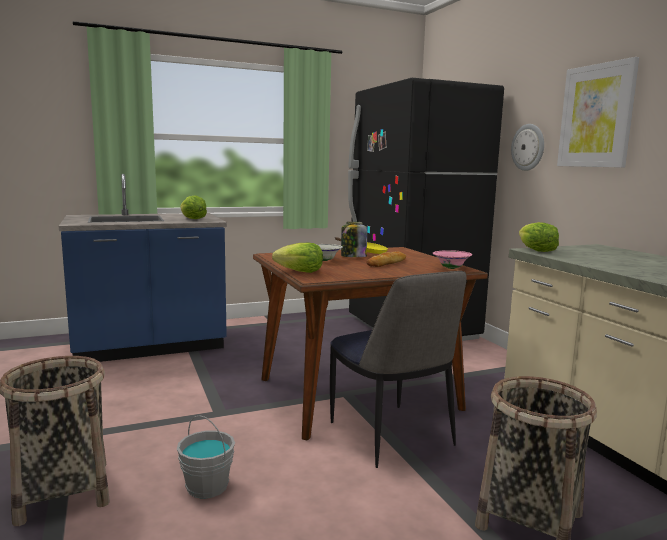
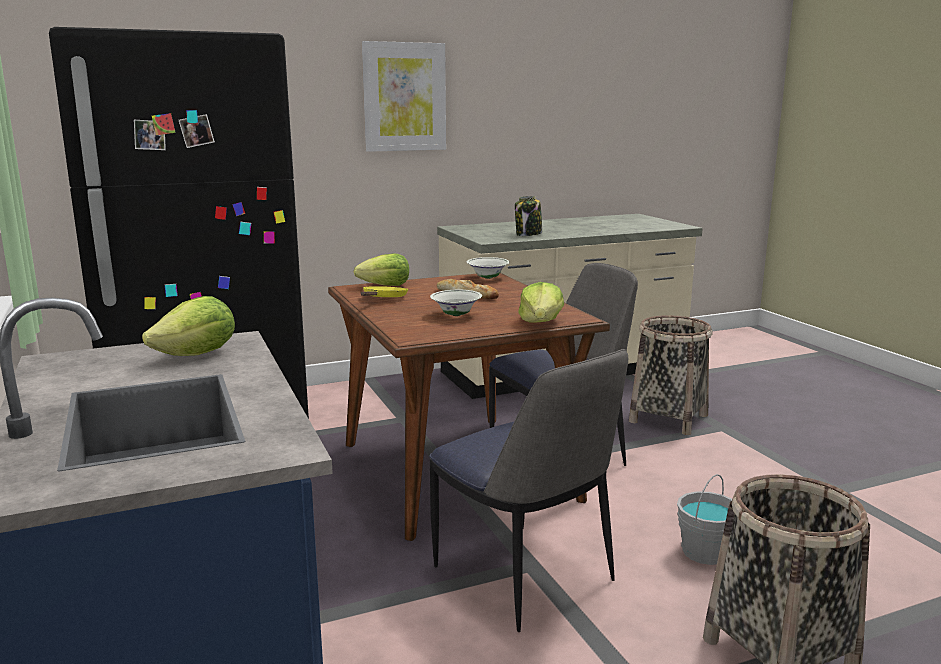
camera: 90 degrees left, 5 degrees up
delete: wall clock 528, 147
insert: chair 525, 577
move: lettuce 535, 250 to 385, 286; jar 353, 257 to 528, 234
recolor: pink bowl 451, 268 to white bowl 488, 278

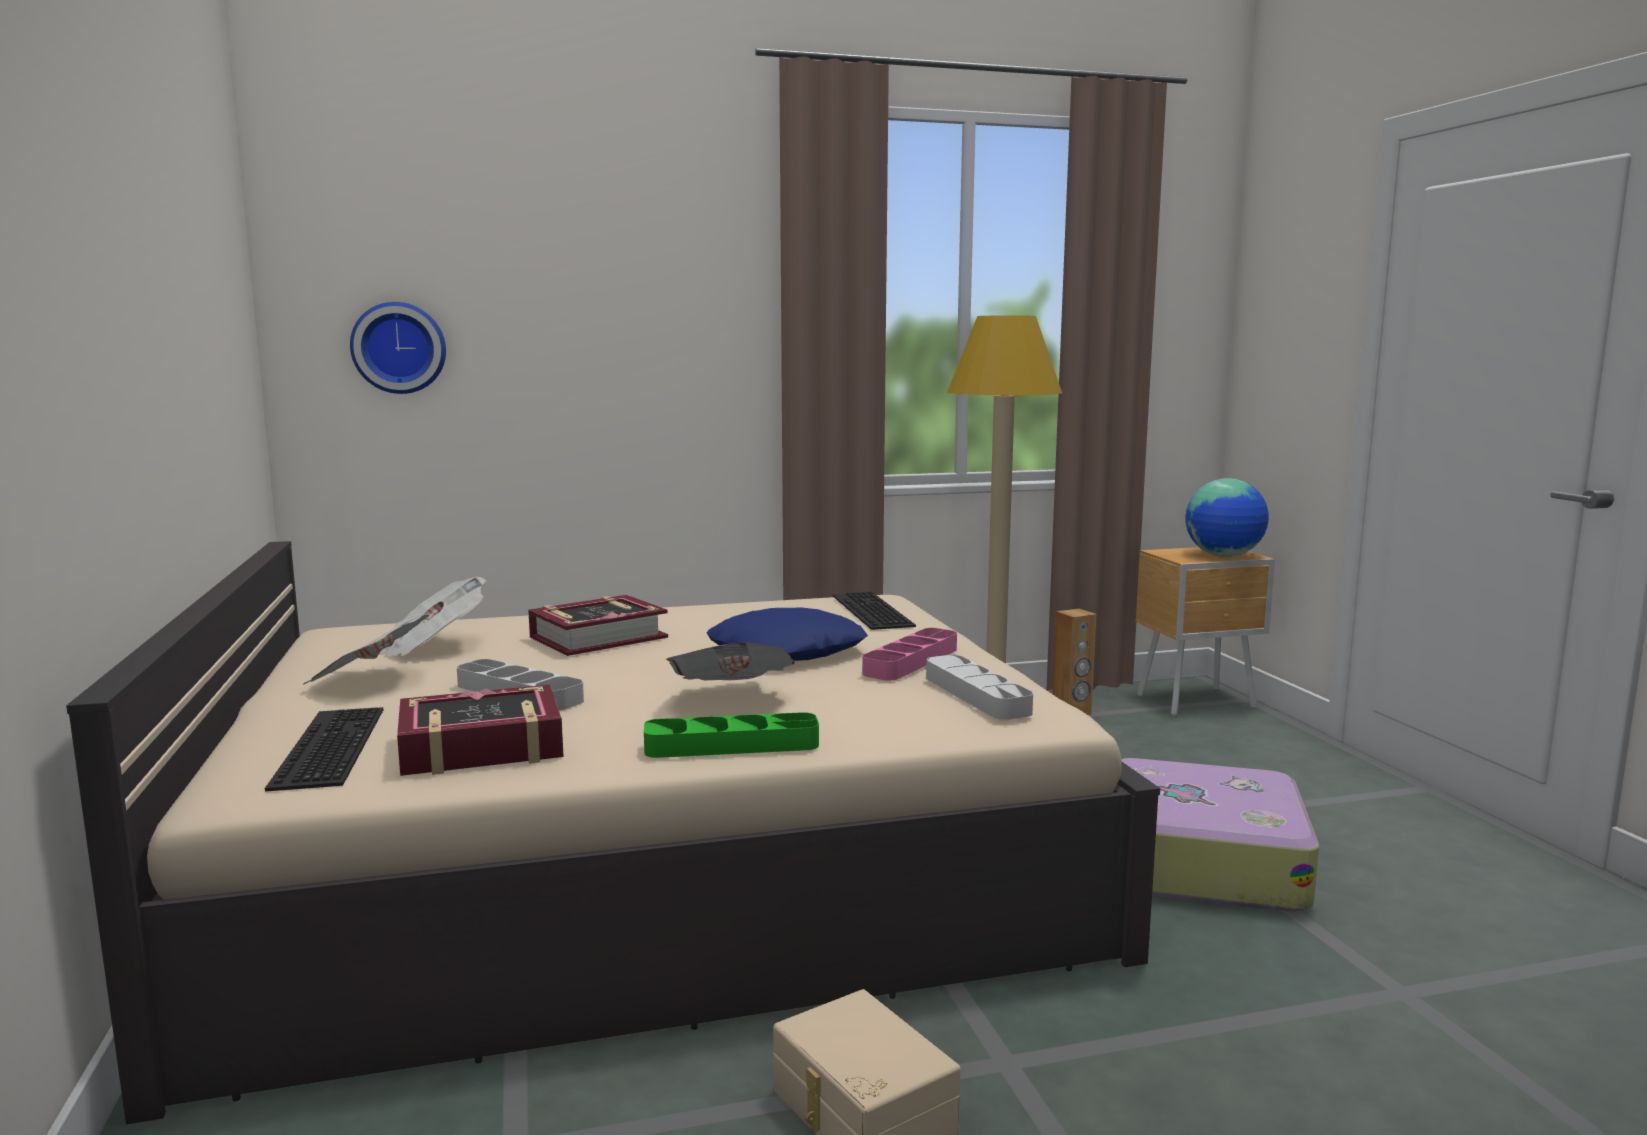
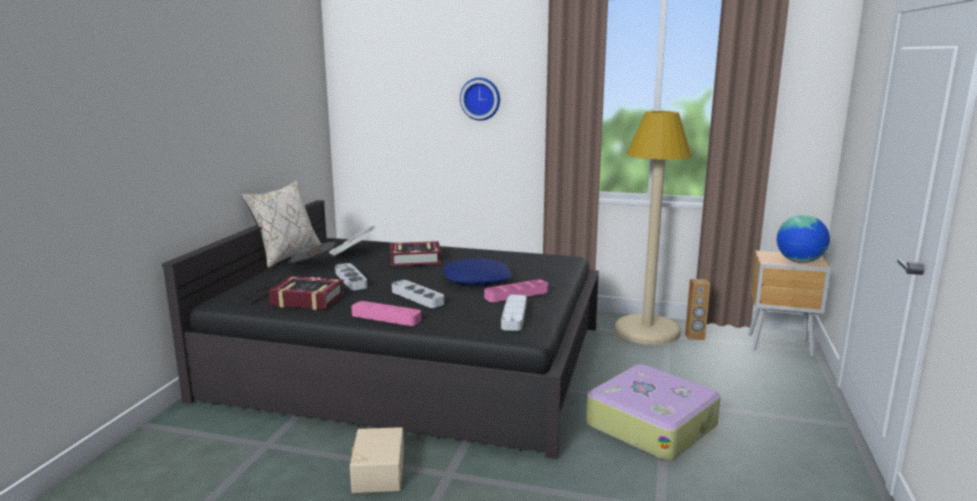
camera: 30 degrees right, 5 degrees up
delete: keyboard 868, 610
insert: beige pillow 286, 256
move: wall clock 399, 348 to 480, 99
replace: newspaper 732, 698 to grey tray 417, 297
recolor: beige bed 648, 863 to black bed 411, 361; green tray 732, 745 to pink tray 386, 317

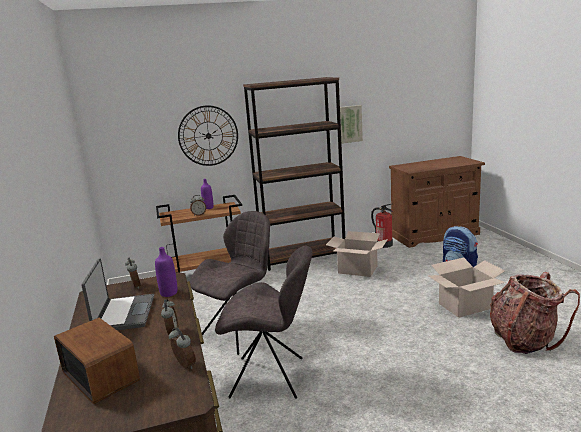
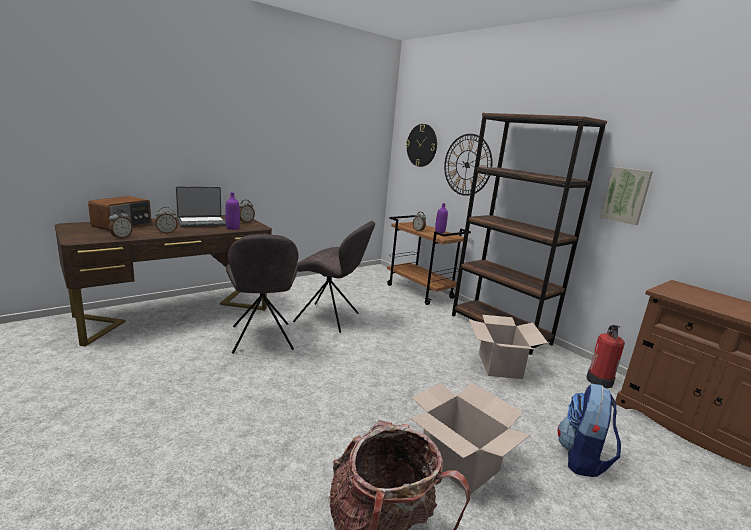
camera: 65 degrees right, 0 degrees up
insert: wall clock 422, 145

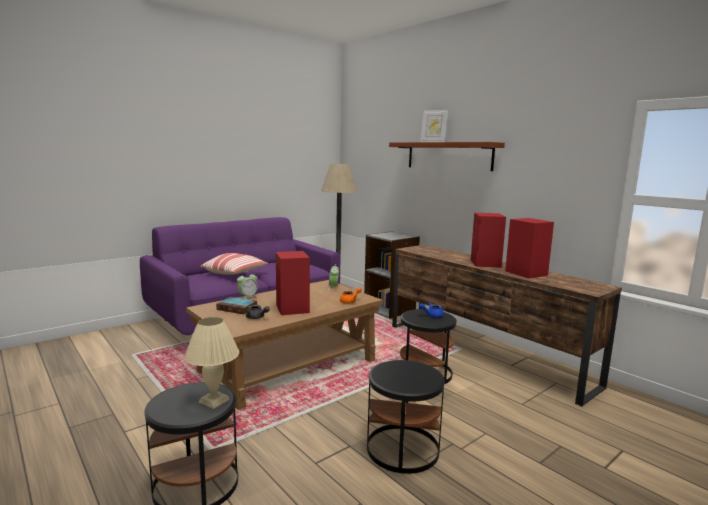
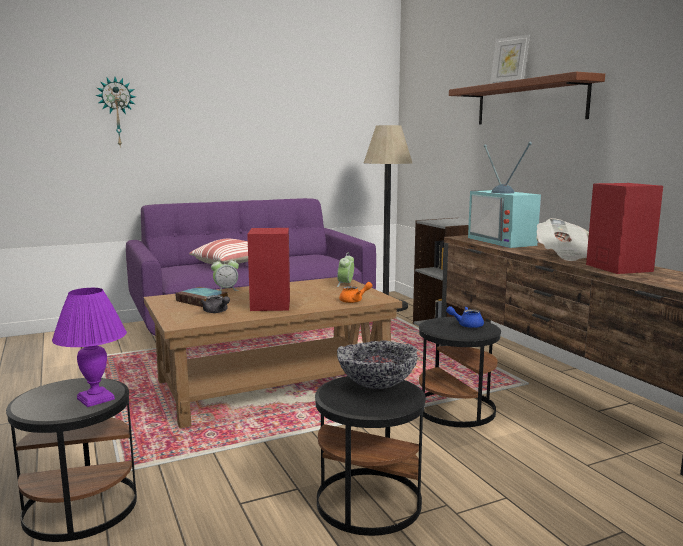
camera: 15 degrees right, 0 degrees up
insert: wall clock 117, 112; bowl 376, 385; television 505, 241
replace: red speaker 485, 263 to newspaper 563, 255
recolor: beige table lamp 215, 401 to purple table lamp 96, 399

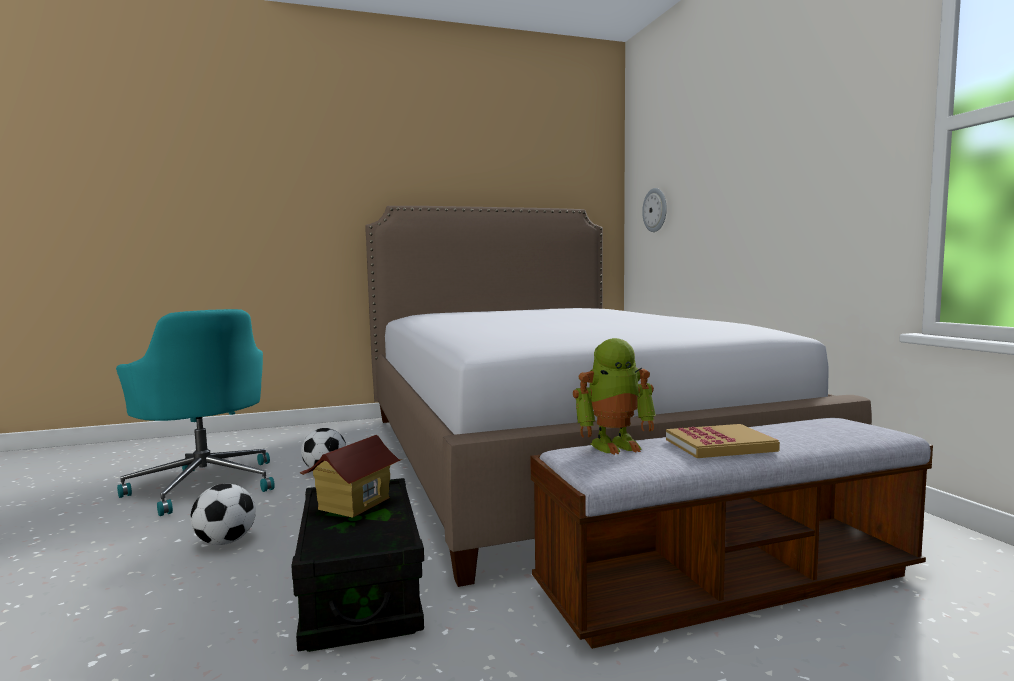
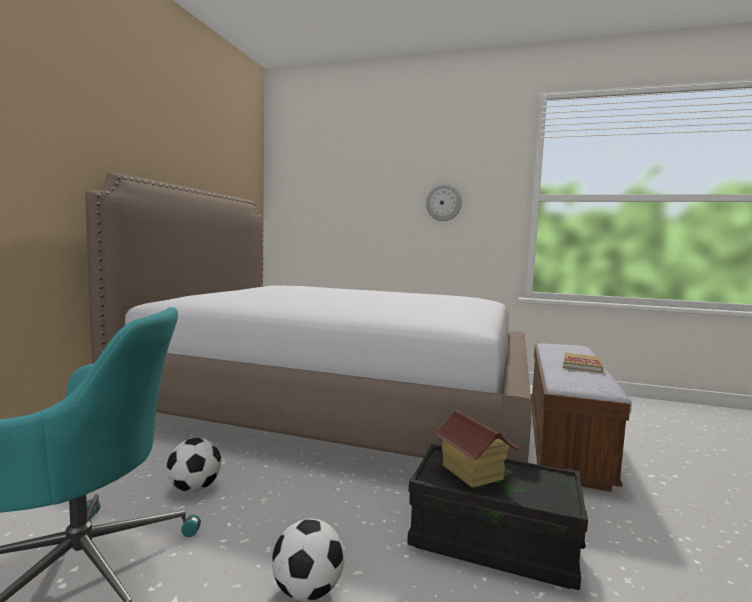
camera: 55 degrees left, 0 degrees up
delete: toy robot 614, 445
move: wall clock 655, 210 to 444, 203

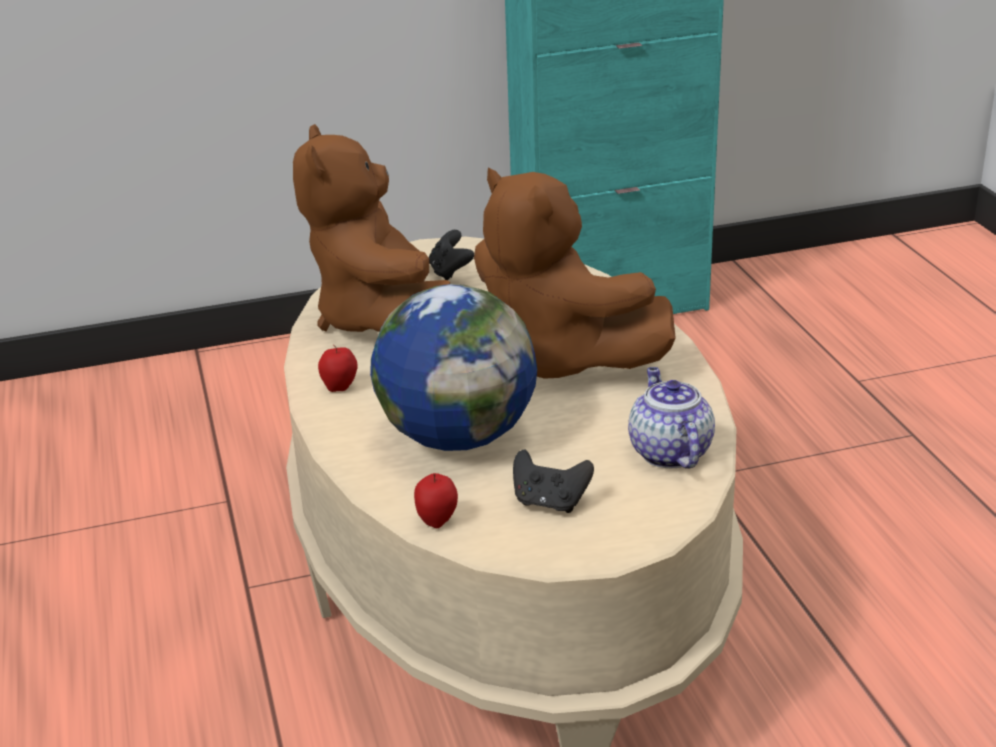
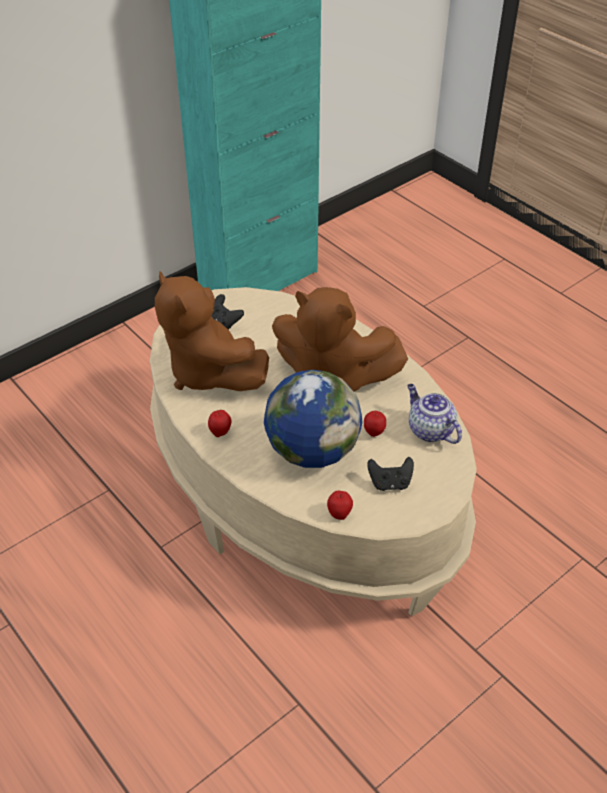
camera: 25 degrees left, 15 degrees up
insert: apple 374, 433

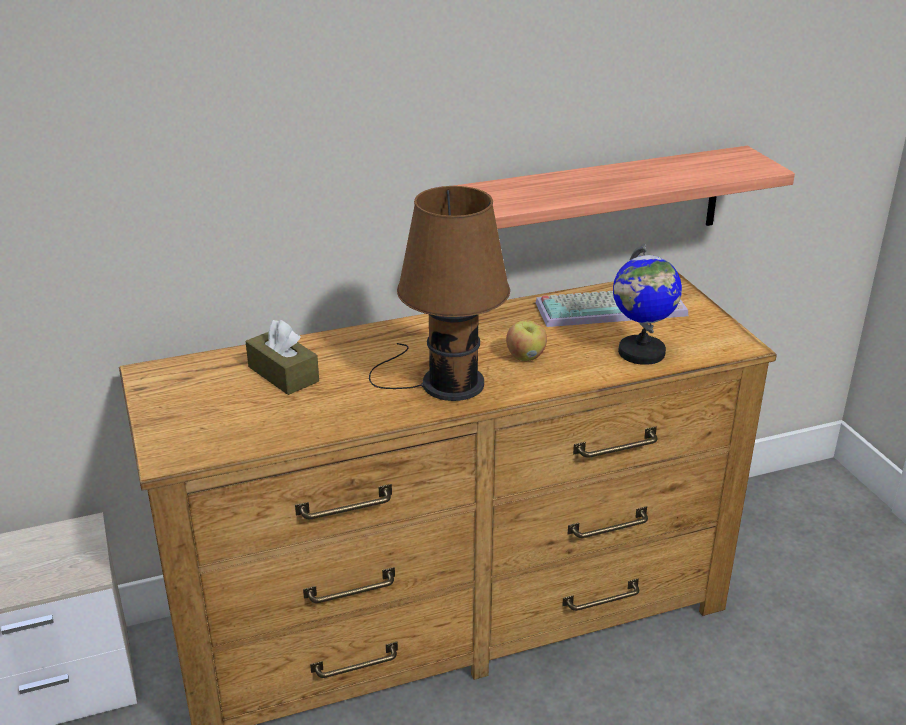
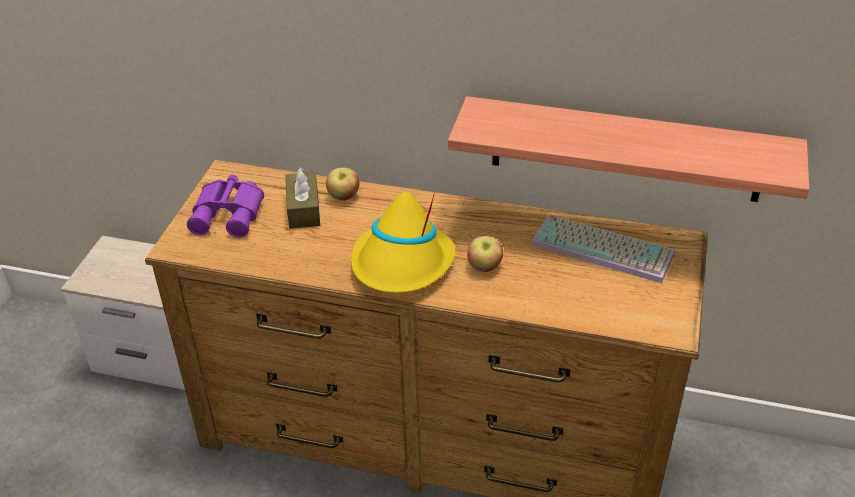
camera: 35 degrees right, 10 degrees up
delete: globe 641, 353
insert: purple binoculars 230, 213; apple 343, 196
replace: brown table lamp 446, 382 to yellow hat 402, 264

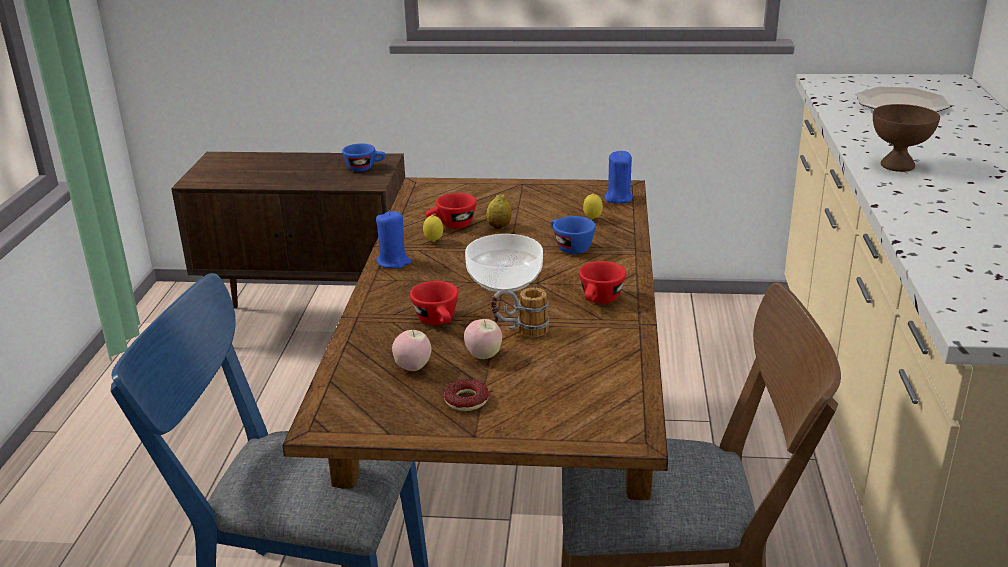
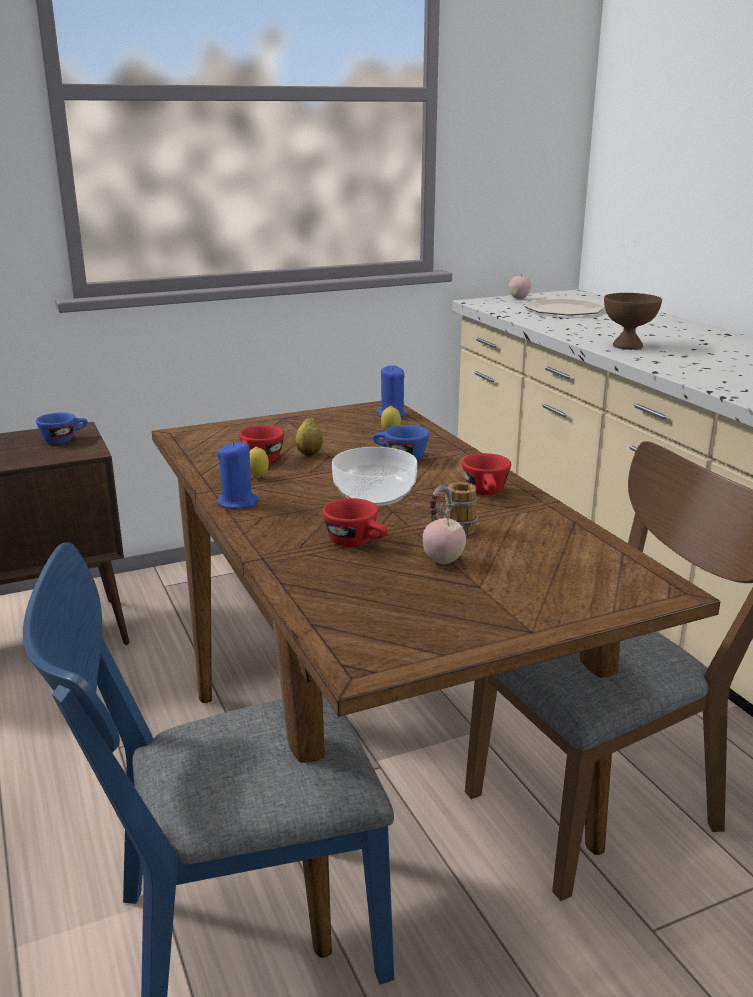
camera: 30 degrees left, 5 degrees down
delete: donut 466, 400
move: apple 413, 367 to 519, 298

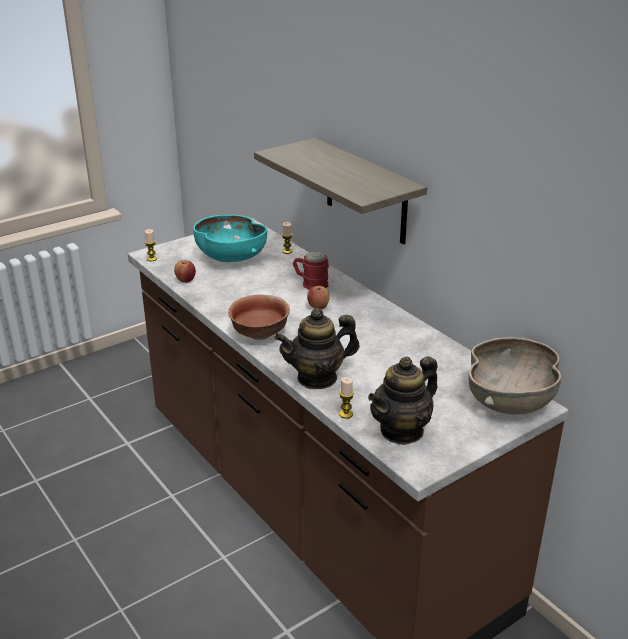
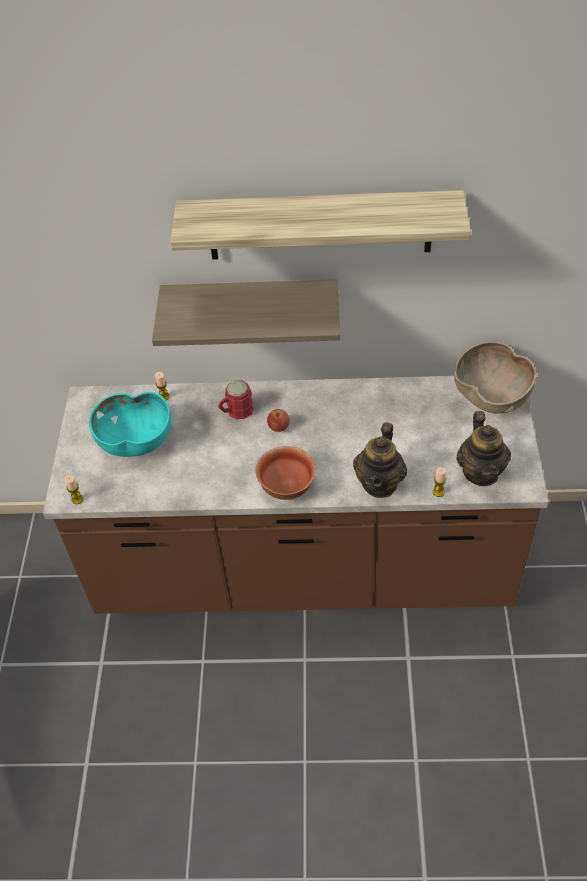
camera: 50 degrees left, 20 degrees up
delete: apple 185, 280
insert: shelf 319, 225

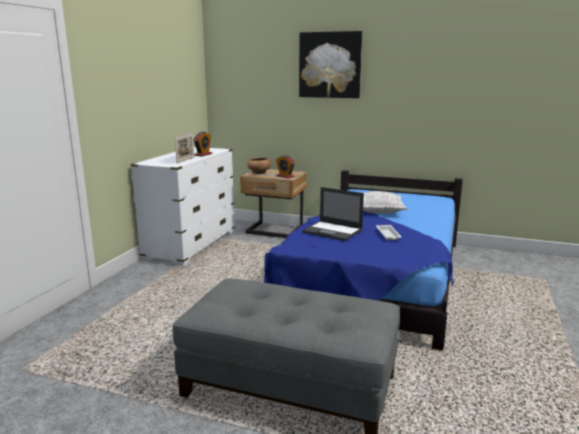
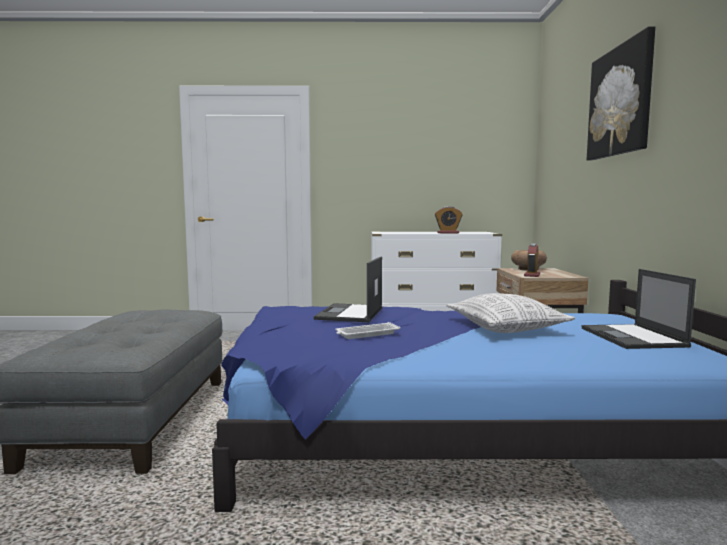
camera: 70 degrees right, 10 degrees down
delete: picture frame 185, 160
insert: laptop 633, 337

